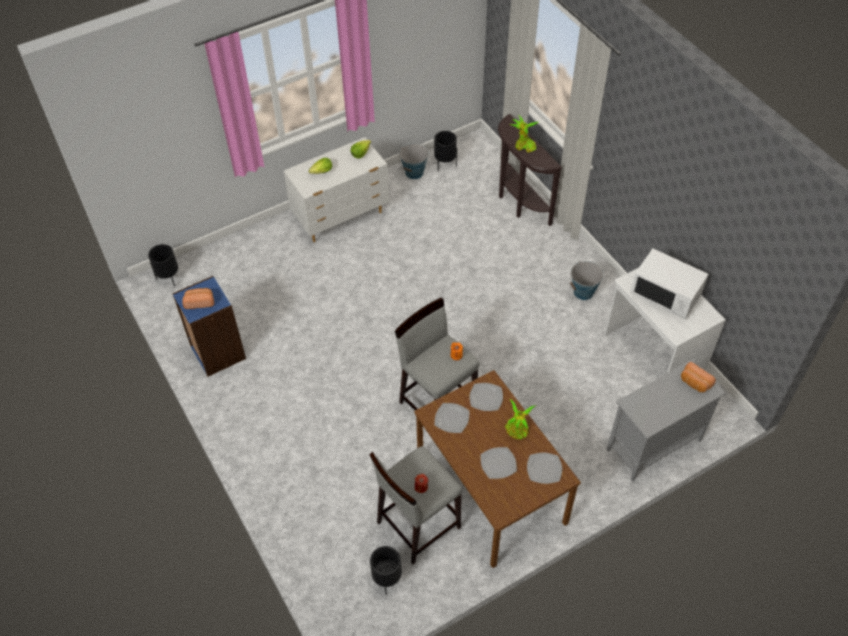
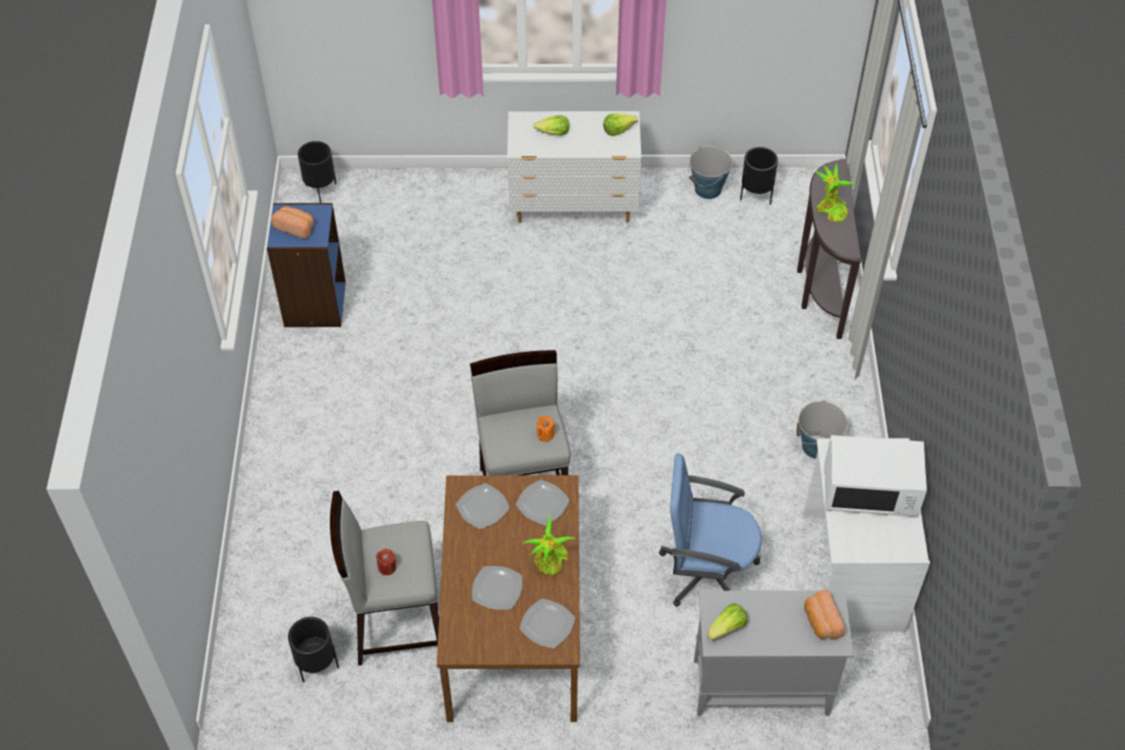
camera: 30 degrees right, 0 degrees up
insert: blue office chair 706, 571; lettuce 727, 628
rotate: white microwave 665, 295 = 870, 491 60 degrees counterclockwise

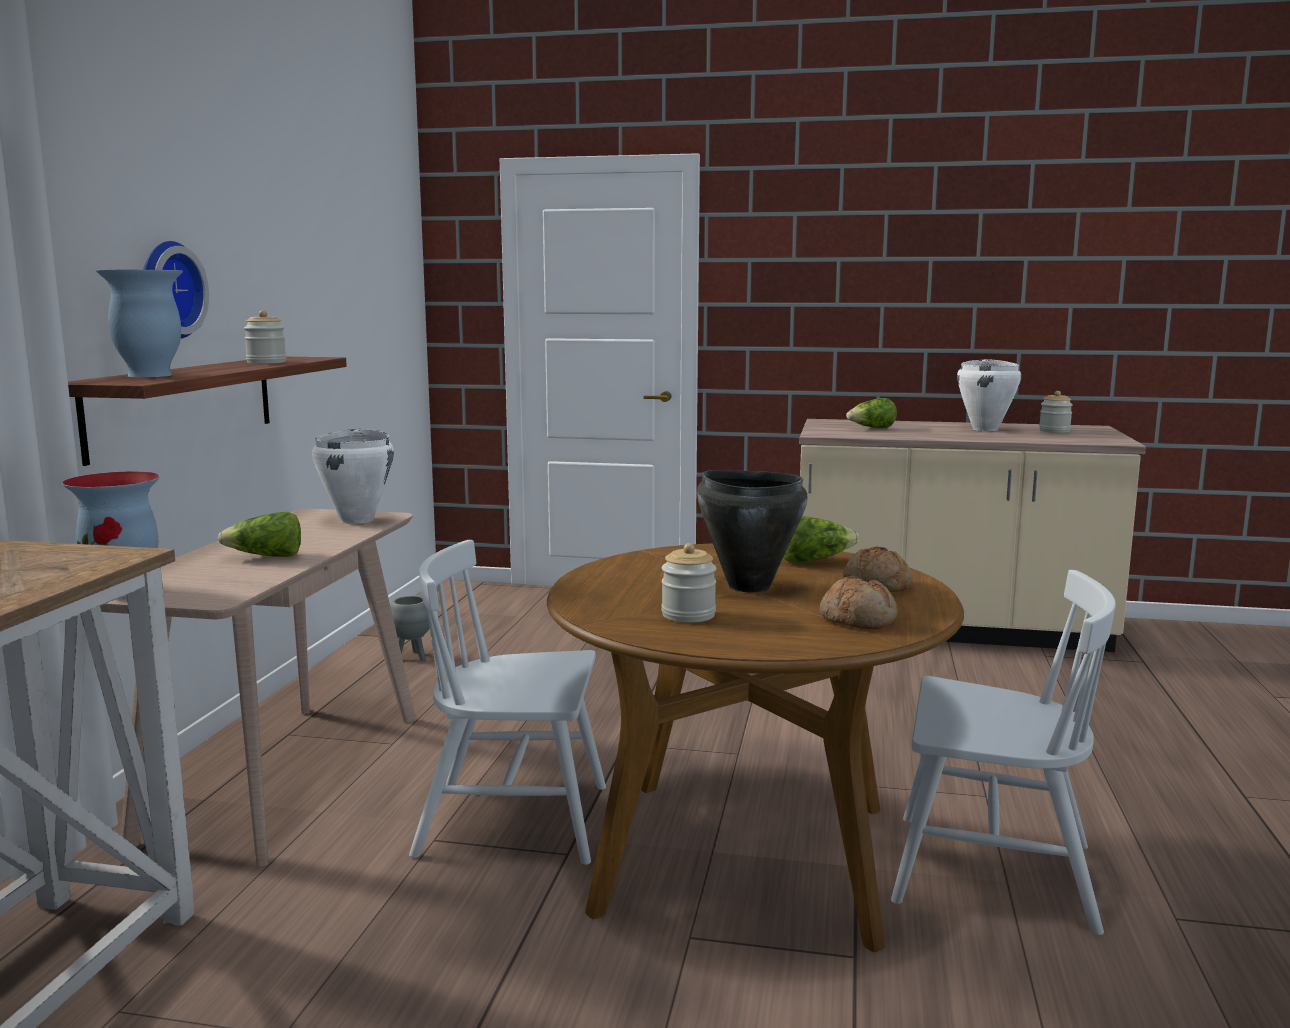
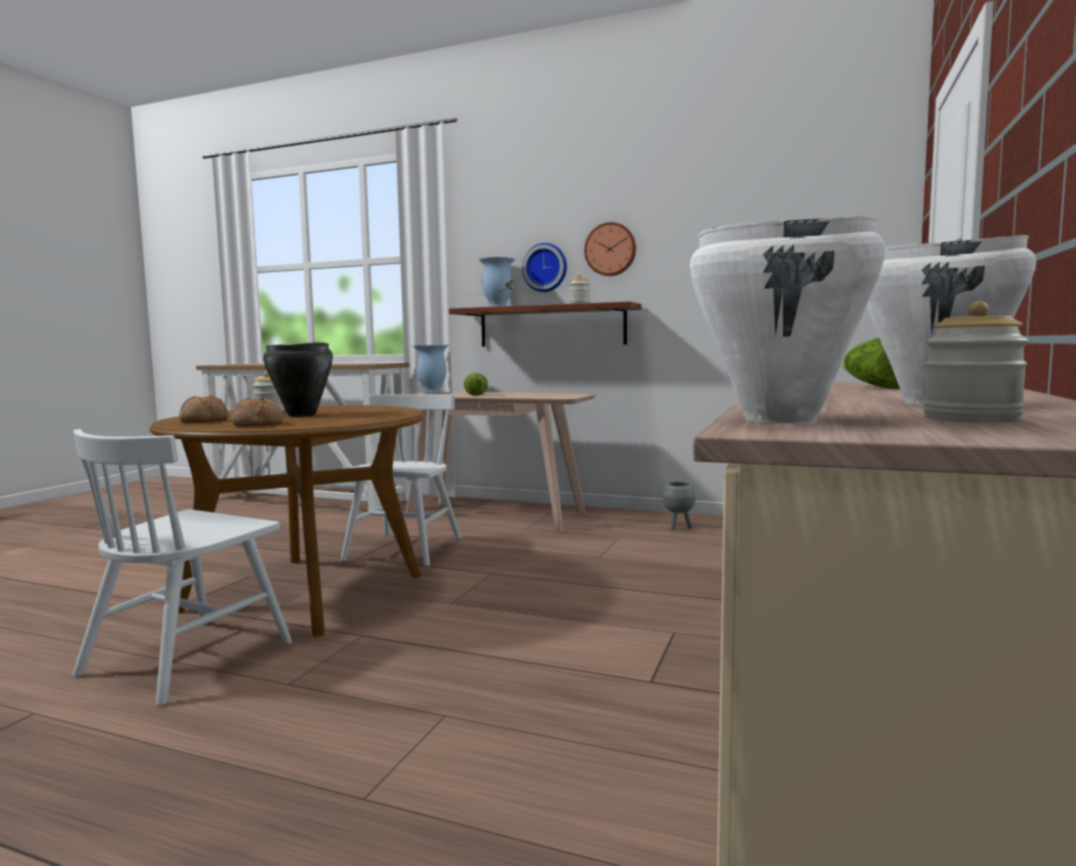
camera: 100 degrees right, 5 degrees down
delete: lettuce 813, 561
insert: wall clock 610, 249
move: white cooking pot 358, 520 to 782, 419

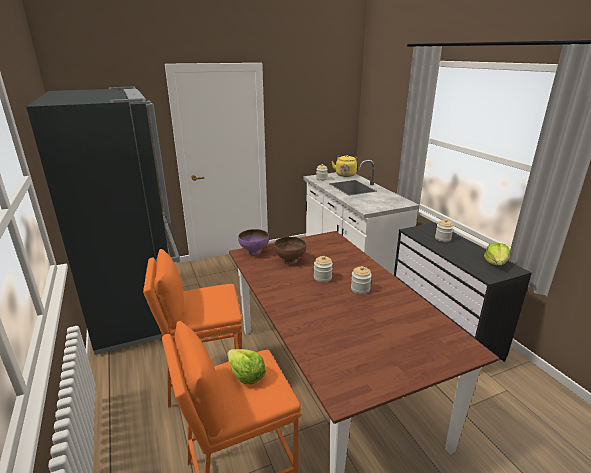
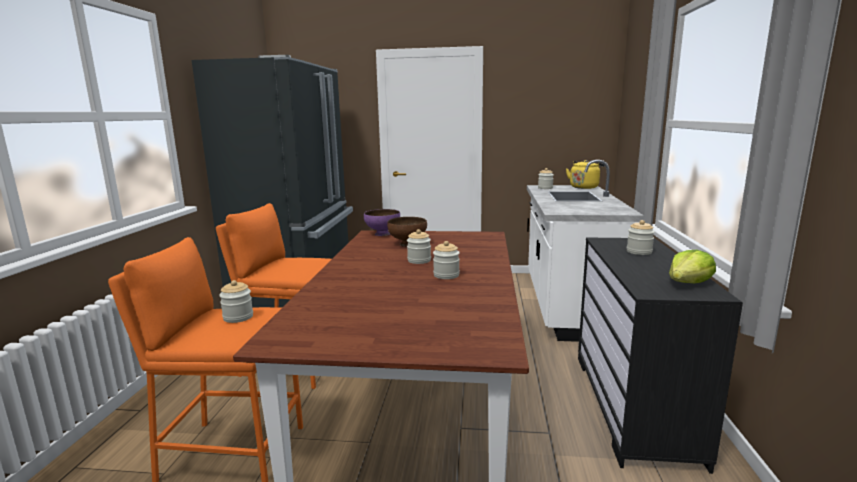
camera: 30 degrees right, 10 degrees down
replace: lettuce 246, 375 to jar 238, 317

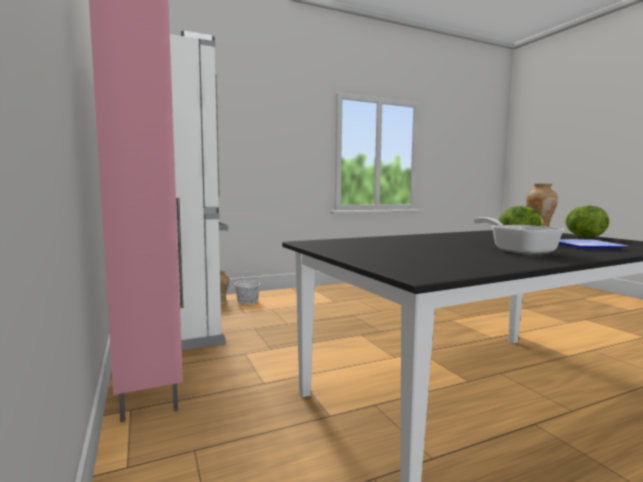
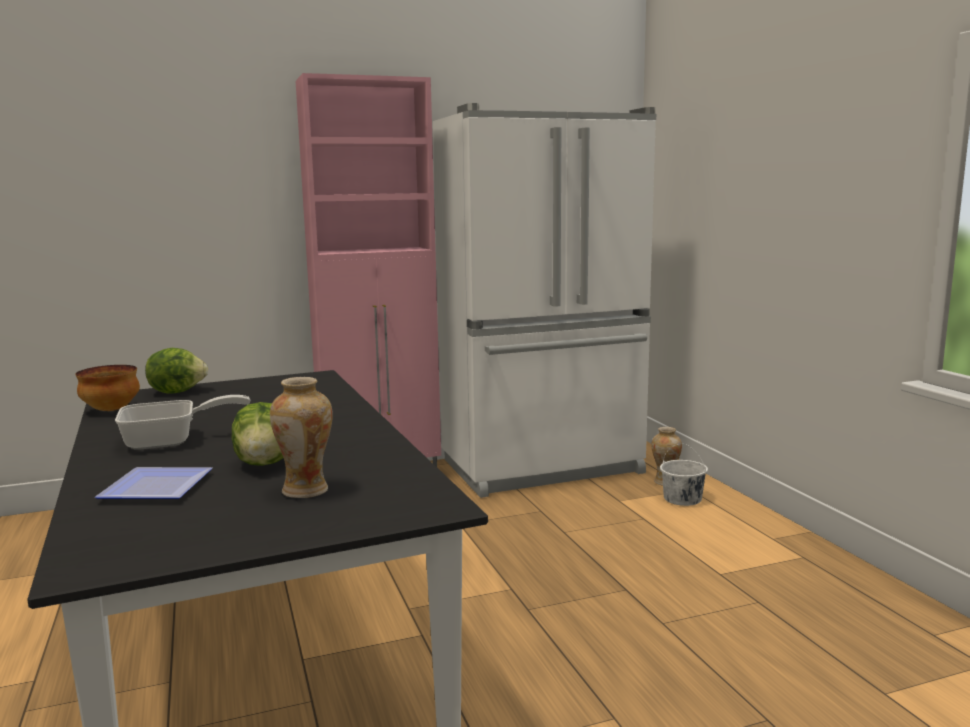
camera: 95 degrees right, 5 degrees up
insert: bowl 112, 410
move: lettuce 583, 237 to 177, 391

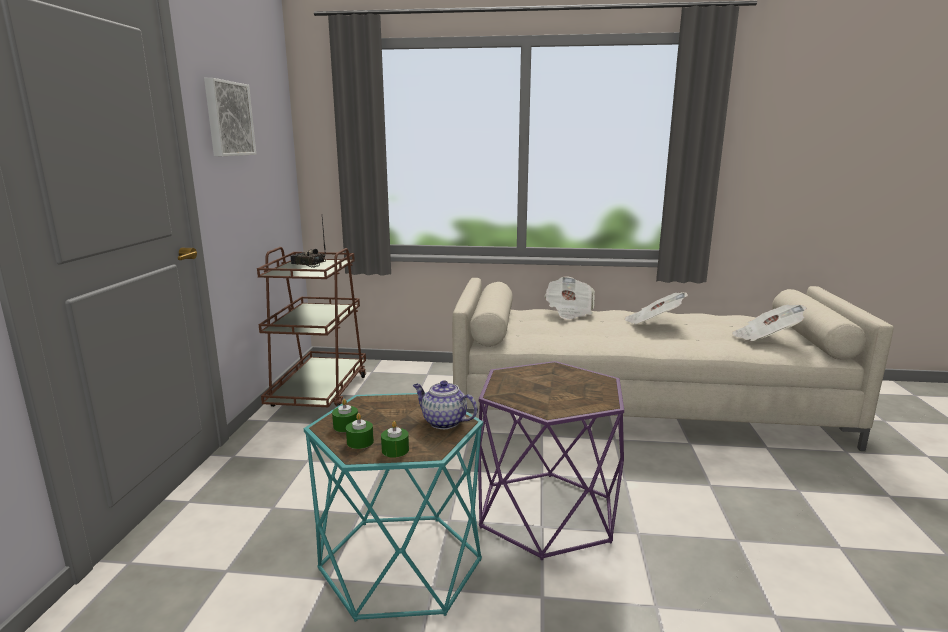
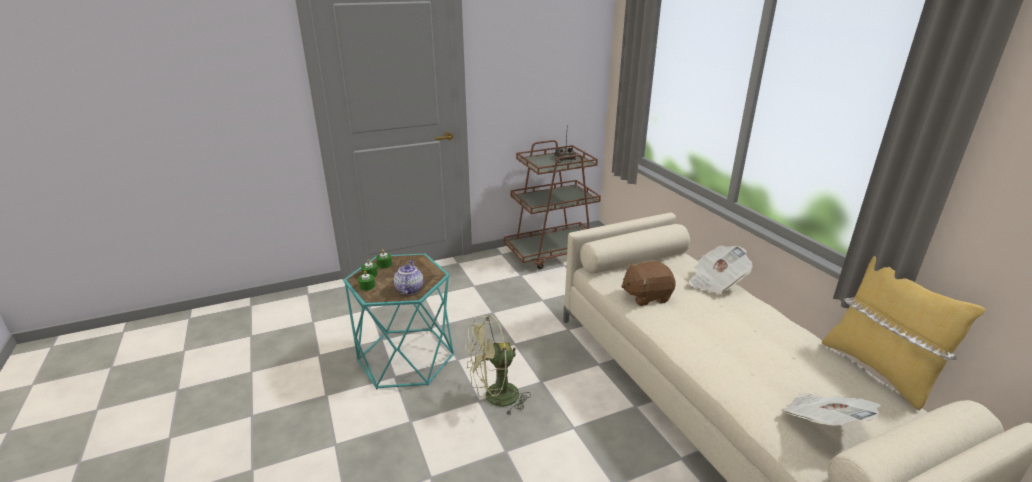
camera: 60 degrees right, 10 degrees up
delete: picture 228, 119; newspaper 653, 323
insert: brown plush toy 646, 296; yellow pillow 878, 370
replace: purple side table 546, 513 to green fan 494, 398

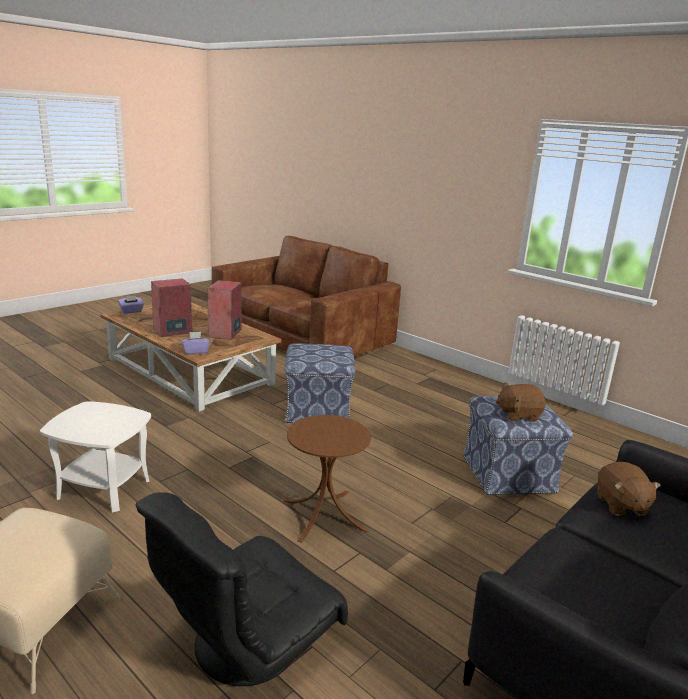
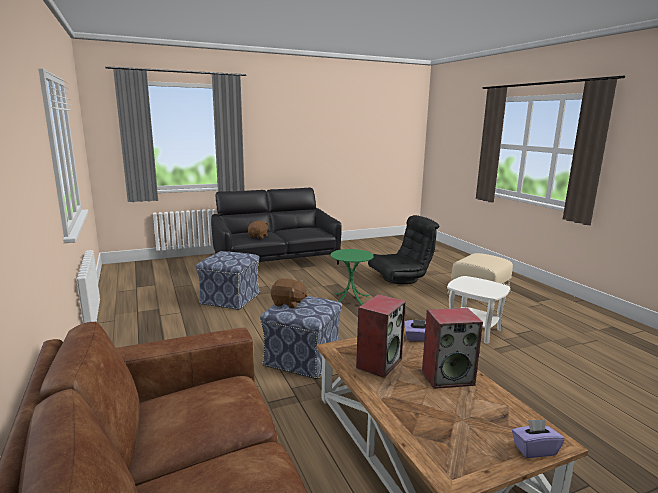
camera: 155 degrees left, 5 degrees down
move: brown plush toy 518, 415 to 288, 303
recolor: brown side table 324, 515 to green side table 350, 300

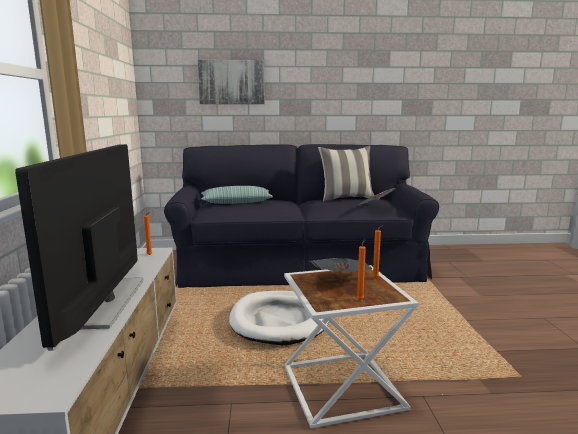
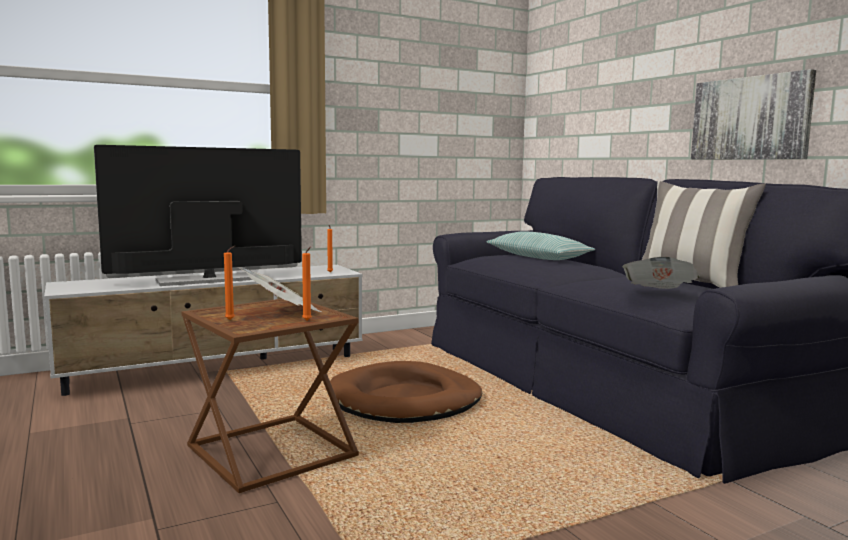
camera: 65 degrees right, 5 degrees down
move: picture 232, 82 to 750, 118
recolor: white side table 340, 386 to brown side table 273, 450; white dog bed 279, 320 to brown dog bed 405, 400

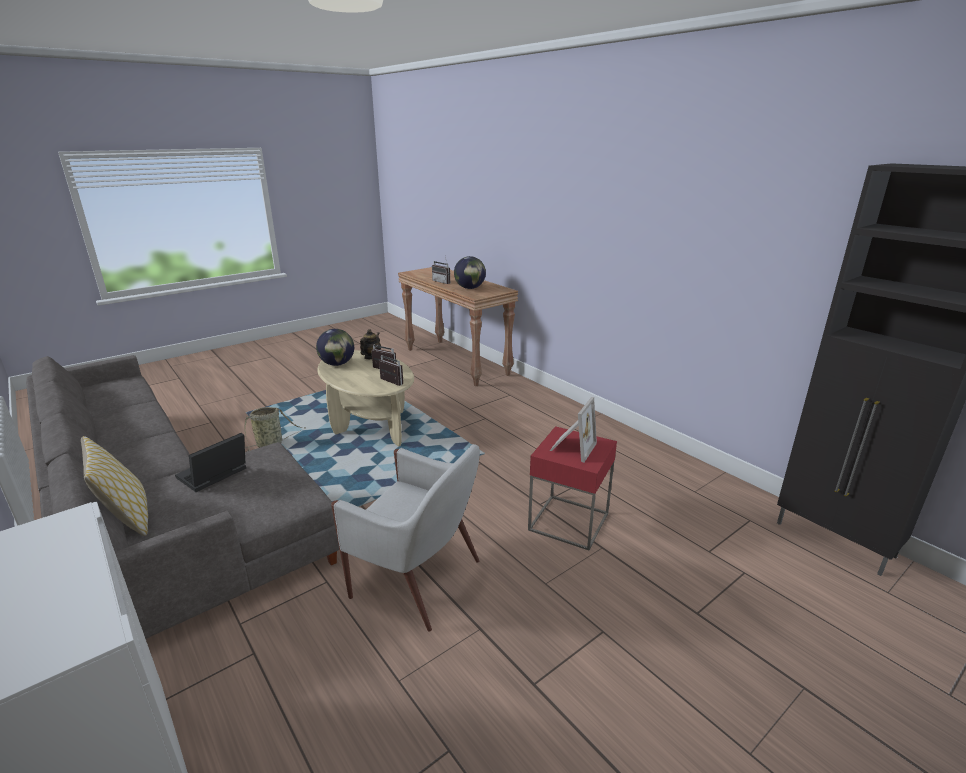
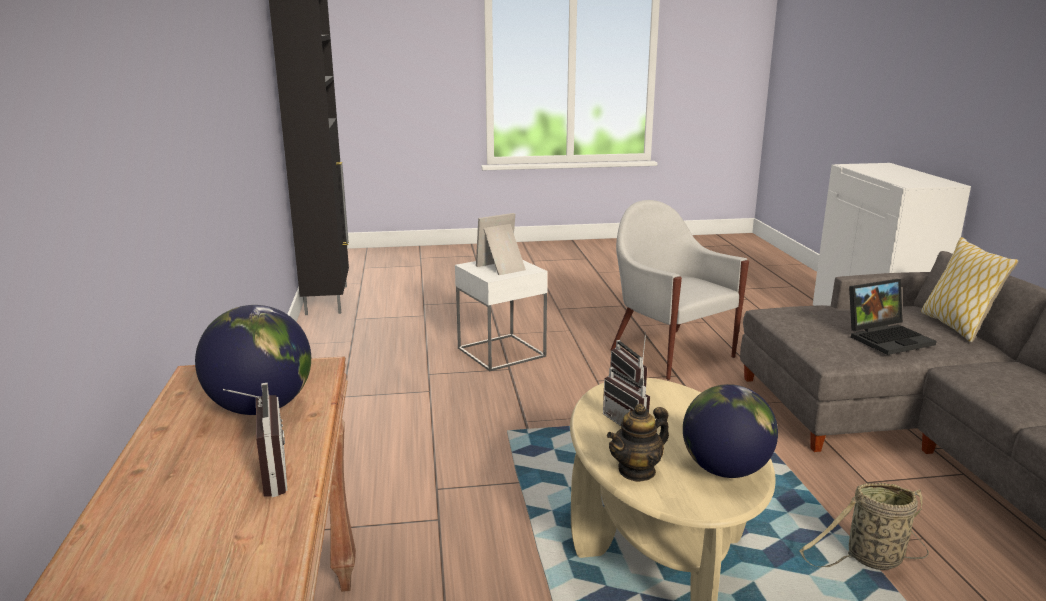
camera: 150 degrees left, 5 degrees down
recolor: red side table 568, 521 to white side table 501, 352

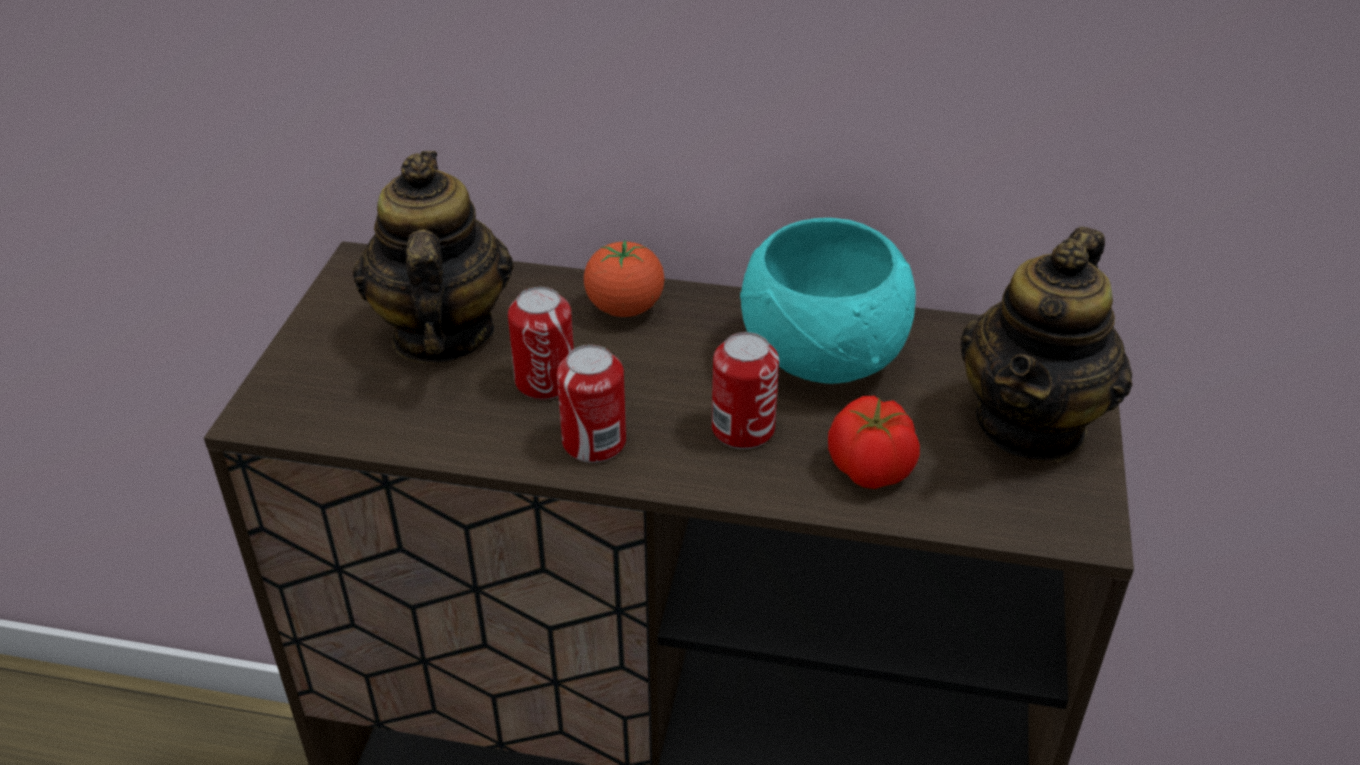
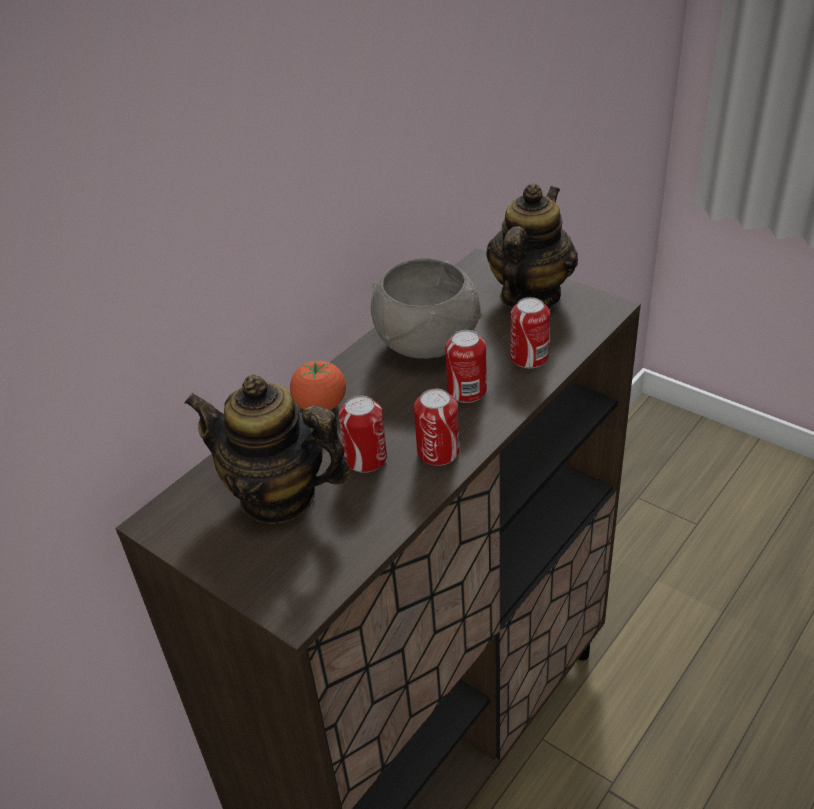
camera: 60 degrees left, 0 degrees up
replace: tomato 869, 471 to can 529, 357
recolor: turquoise bowl 821, 354 to grey bowl 425, 344
rotate: teapot 1032, 424 = 529, 296 120 degrees counterclockwise

